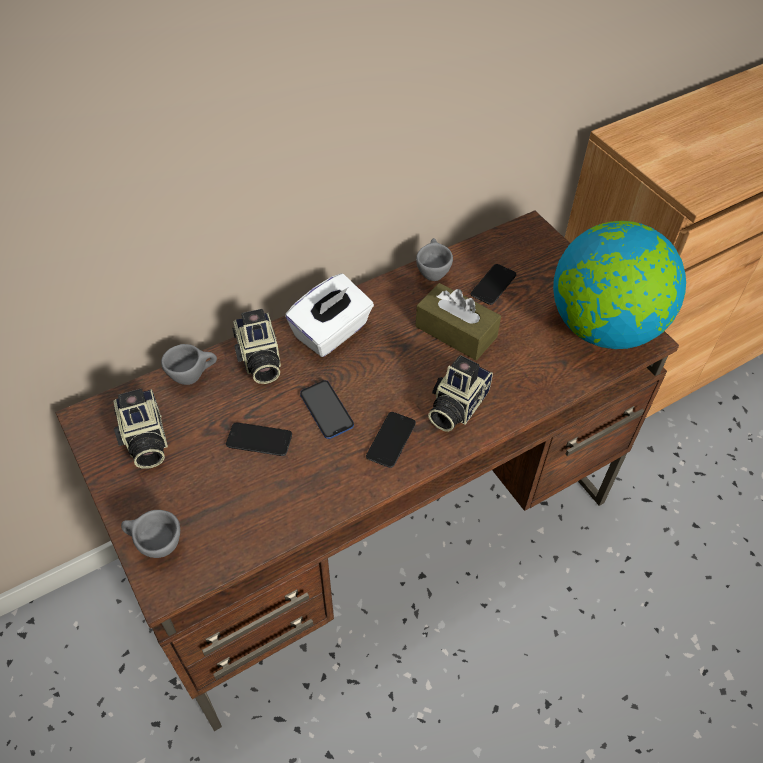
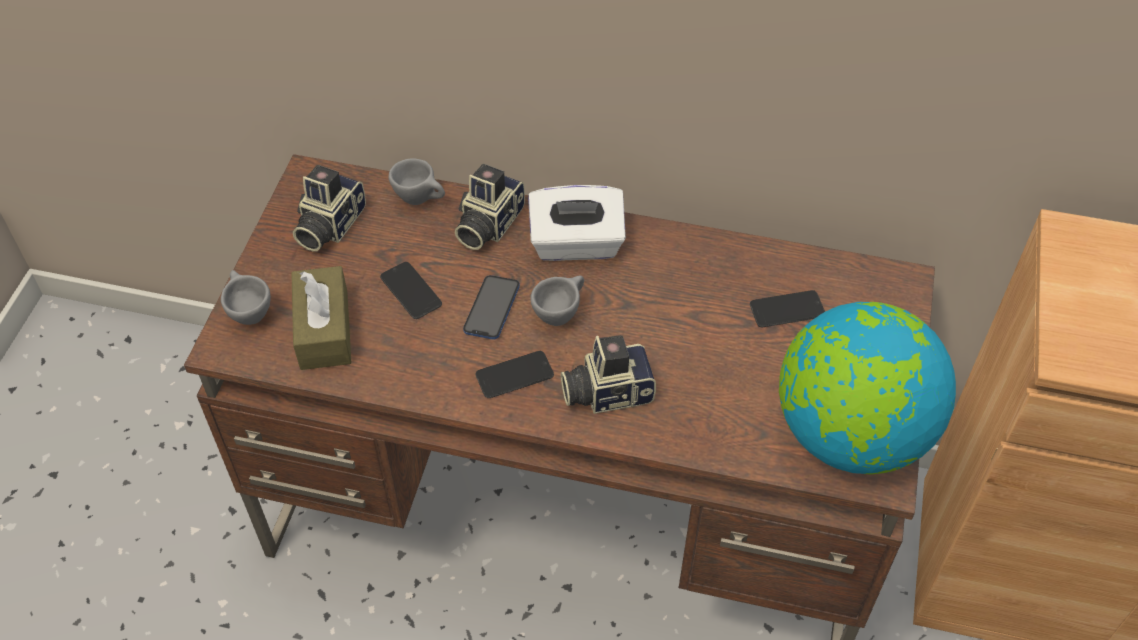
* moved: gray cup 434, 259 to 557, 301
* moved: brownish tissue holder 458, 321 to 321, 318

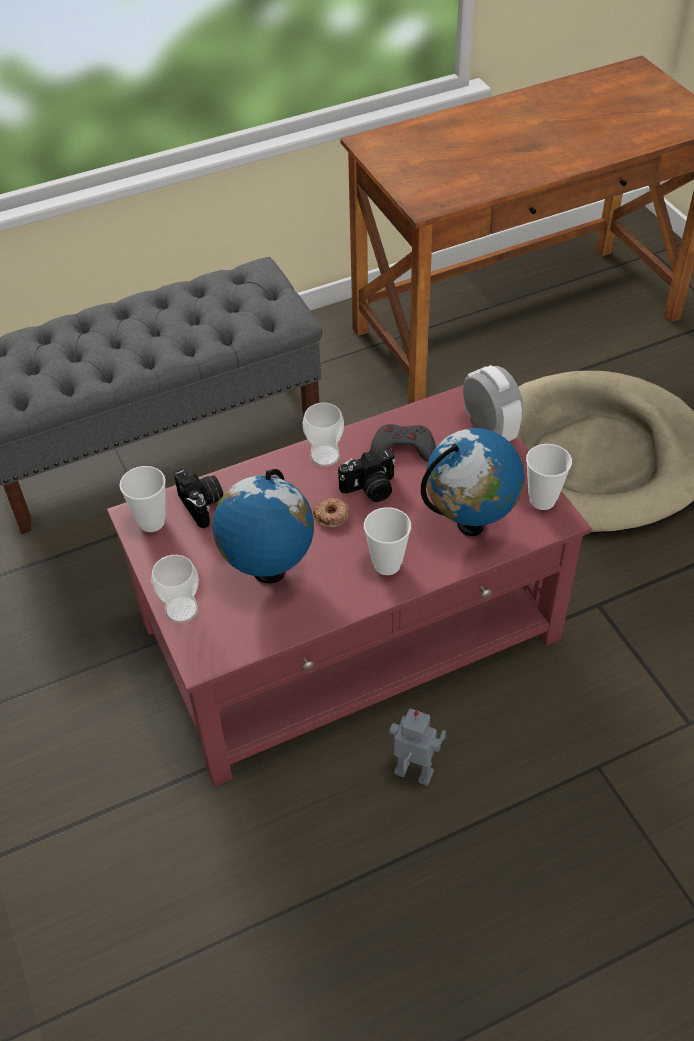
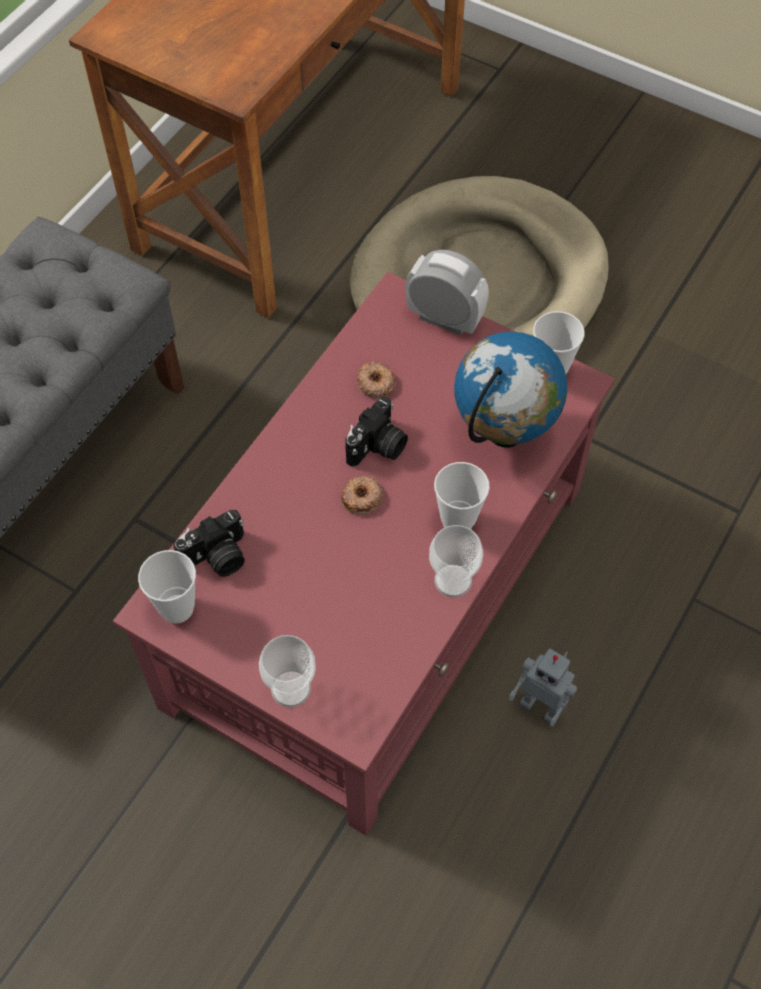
* moved: cup 323, 435 to 456, 561
* replaced: gray gamepad 403, 443 to doughnut 376, 379
* turned: still camera 199, 498 = 209, 543 120 degrees clockwise
* removed: globe 263, 526
* turned: toy robot 418, 747 = 543, 688 135 degrees counterclockwise

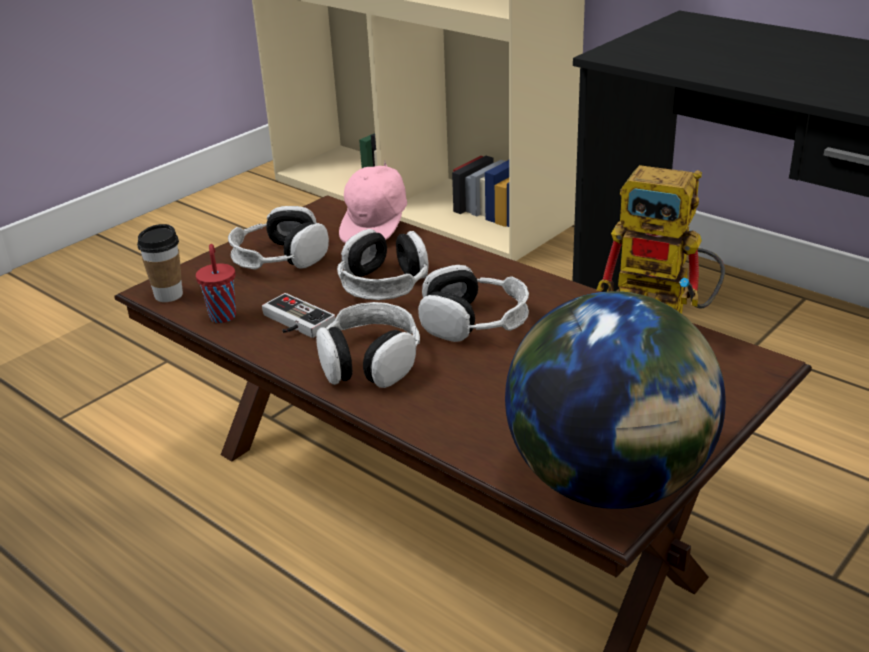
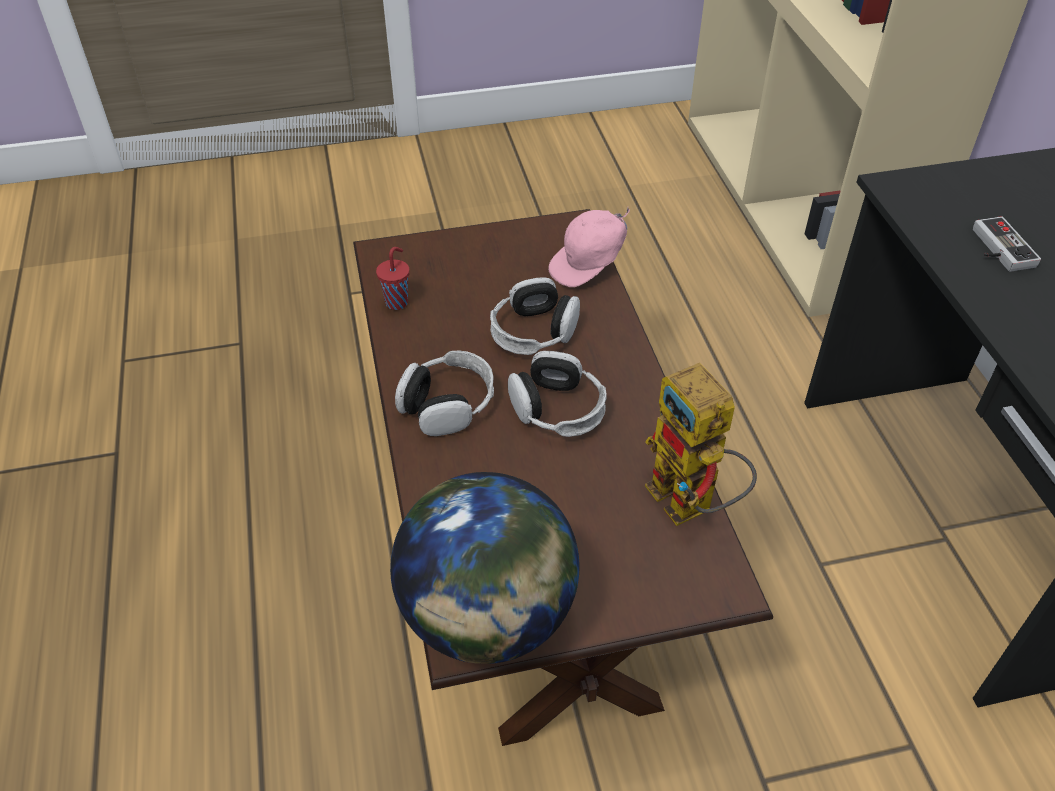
* removed: headphones 278, 238
* removed: cup 160, 263
* moved: gamepad 298, 315 to 1007, 244

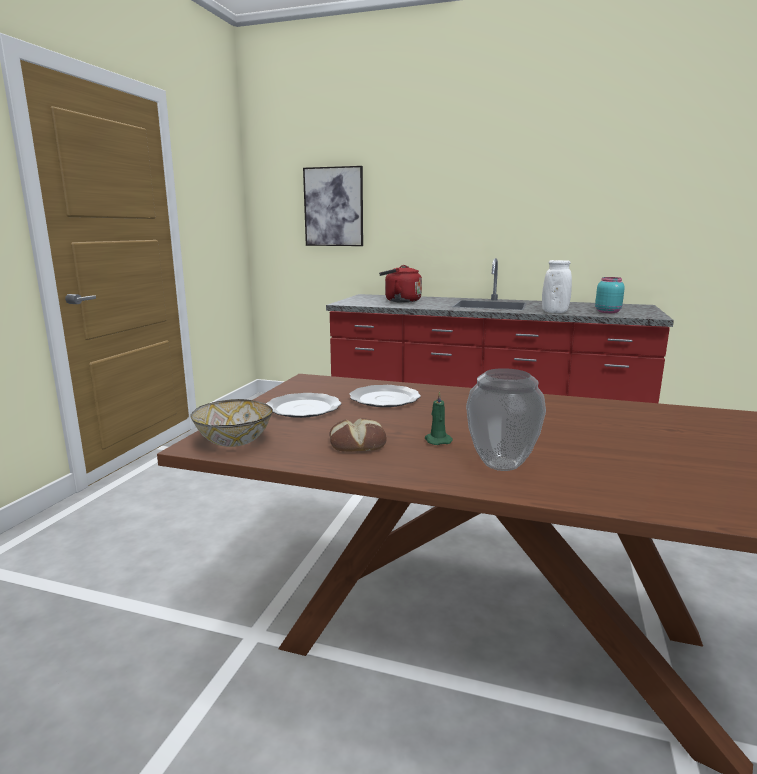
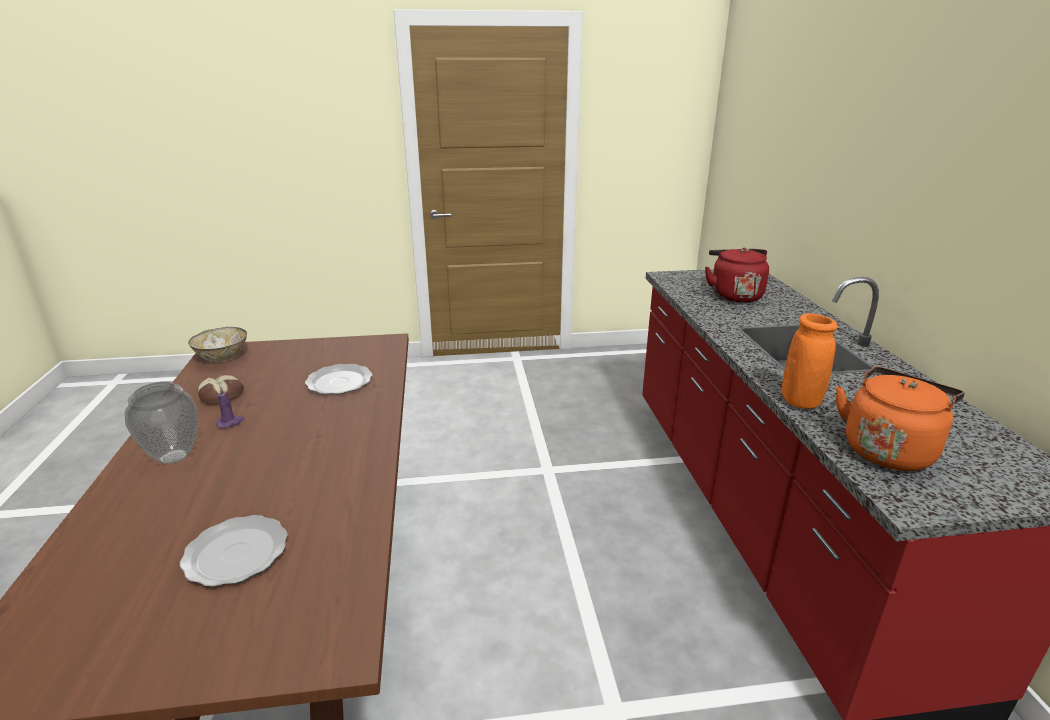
* removed: wall picture 333, 206
* recoloured: white decorative vase 557, 286 to orange decorative vase 810, 361
* replaced: turquoise jar 610, 295 to orange tea kettle 900, 418
* recoloured: greenish wax light 439, 418 to purplish wax light 230, 406
* moved: plate 303, 405 to 234, 551

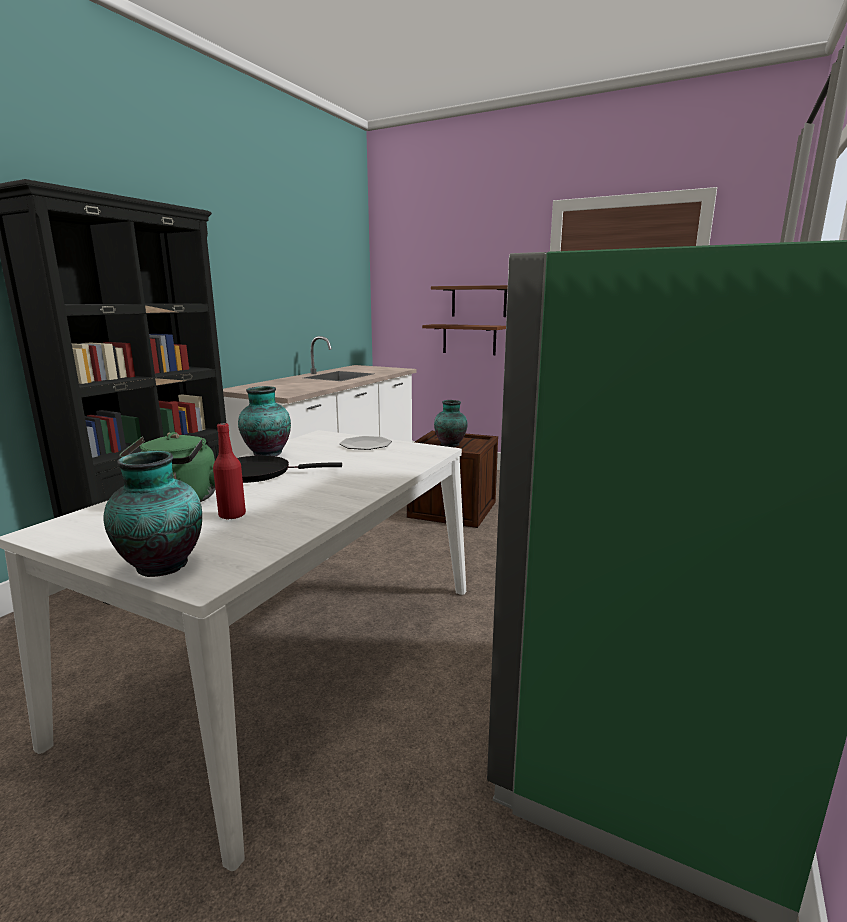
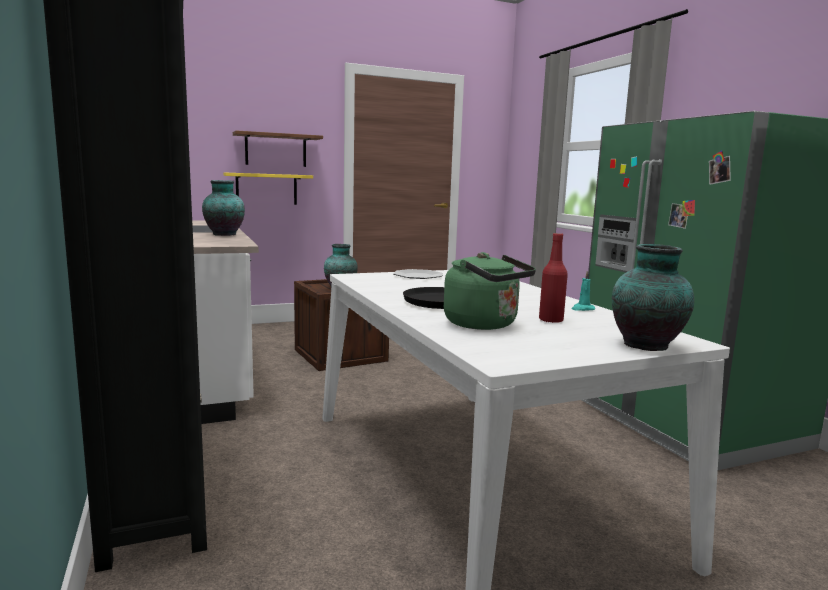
* recoloured: brownish bracket shelf 464, 339 to yellow bracket shelf 268, 188
* moved: decorative vase 264, 421 to 223, 208
* added: turquoise wax light 583, 291

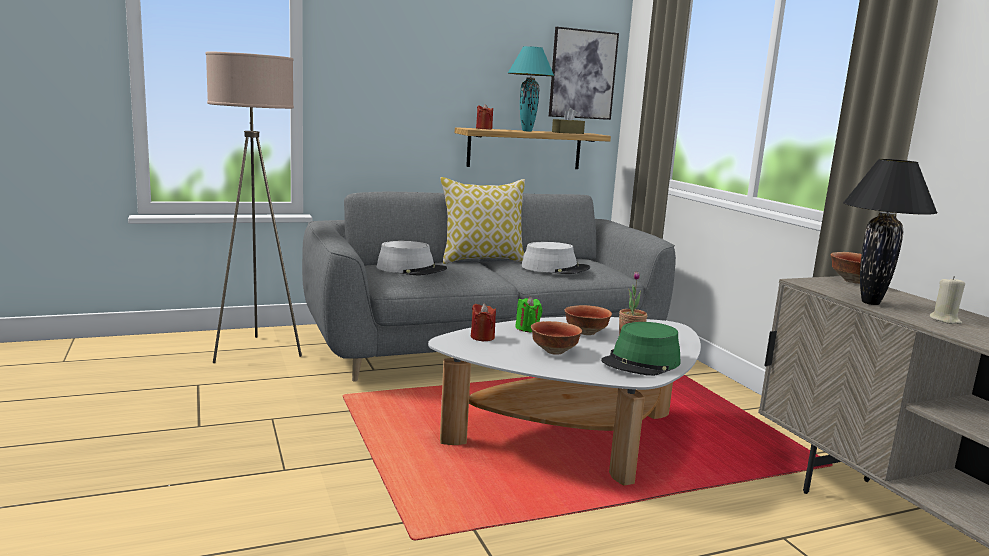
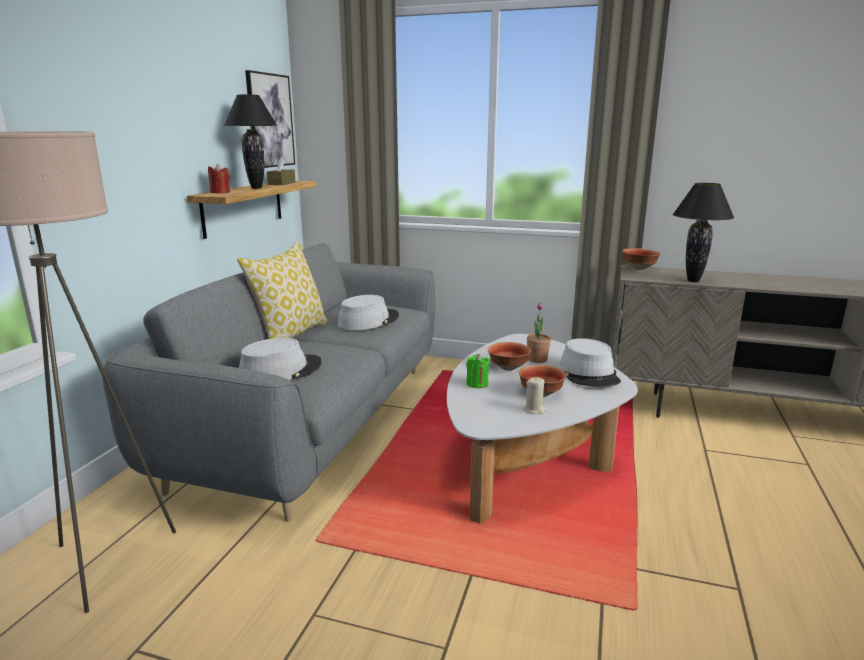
* recoloured: turquoise table lamp 531, 89 to blackish table lamp 250, 141
* moved: beige-coloured wax light 947, 300 to 534, 395
* removed: red wax light 483, 322
* recoloured: greenish hat 641, 349 to gray hat 590, 362

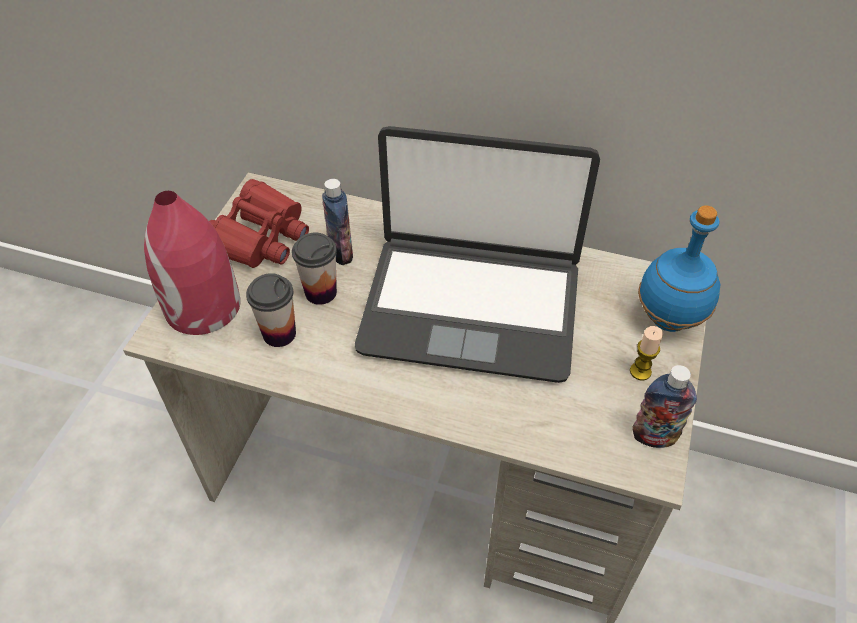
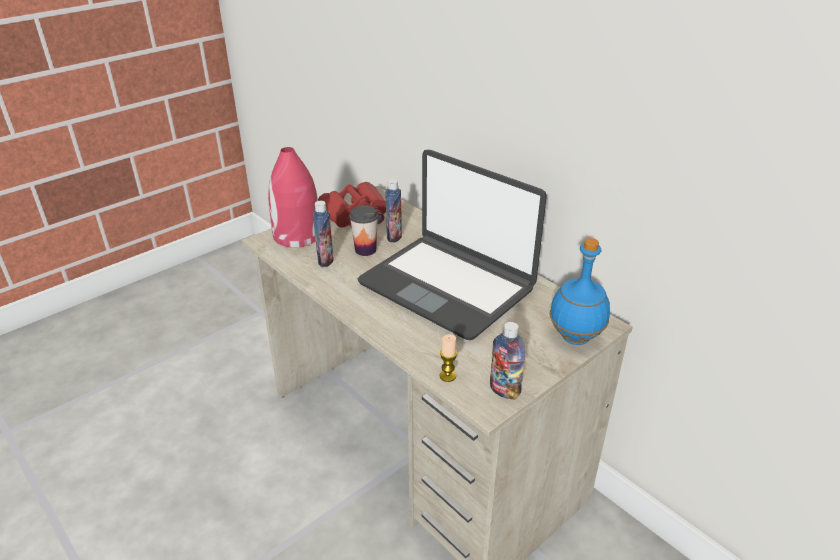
* replaced: cup 271, 310 to beverage bottle 323, 234
* moved: wax light 646, 353 to 448, 358

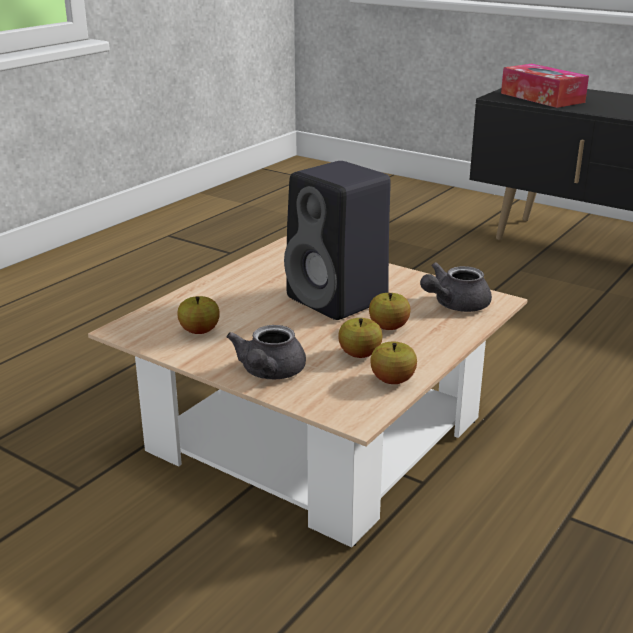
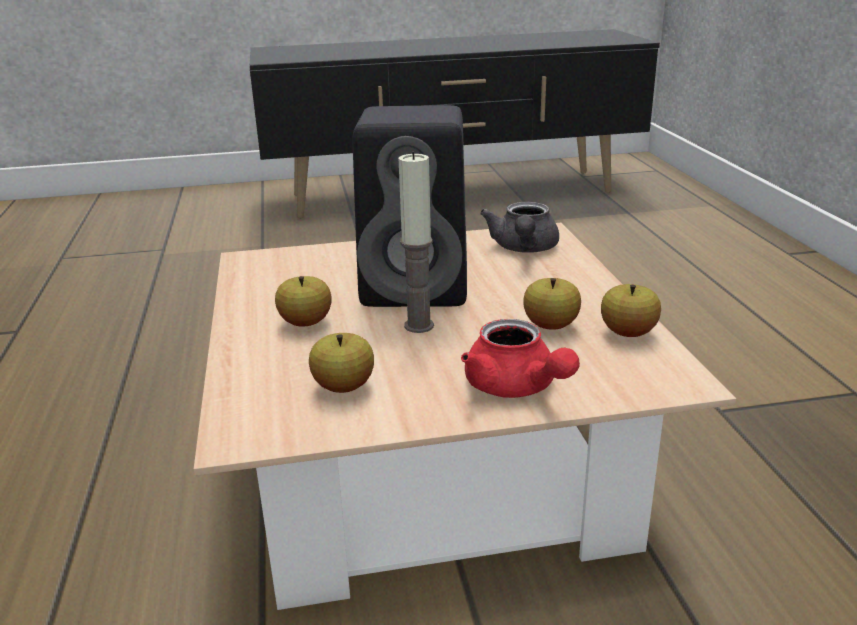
* removed: tissue holder 545, 86
* moved: whole apple 390, 311 to 303, 301
* recoloured: gray teapot 266, 352 to red teapot 520, 358
* added: wax light 416, 242

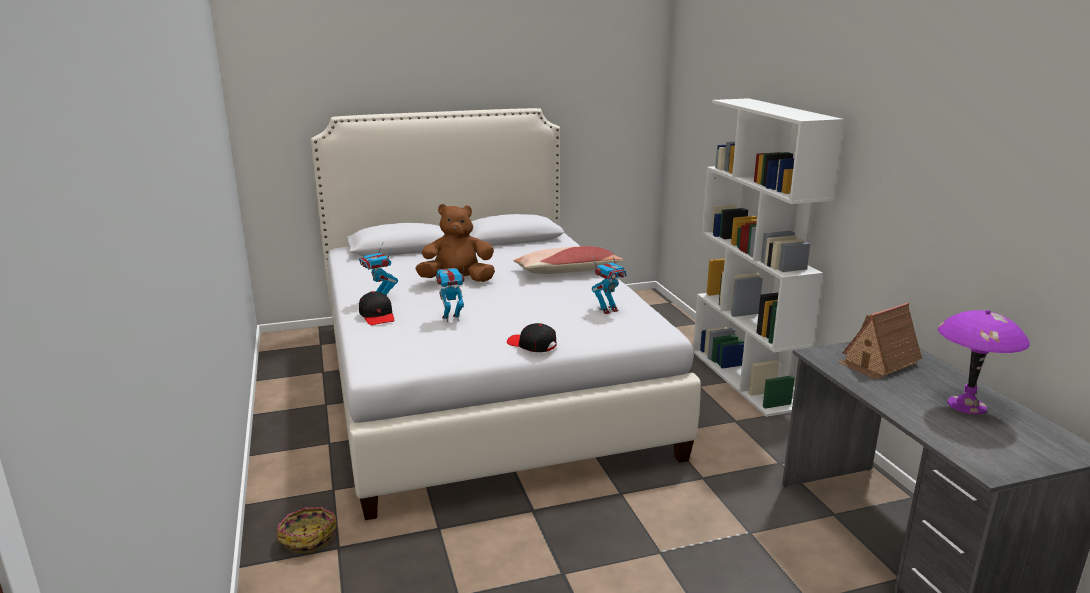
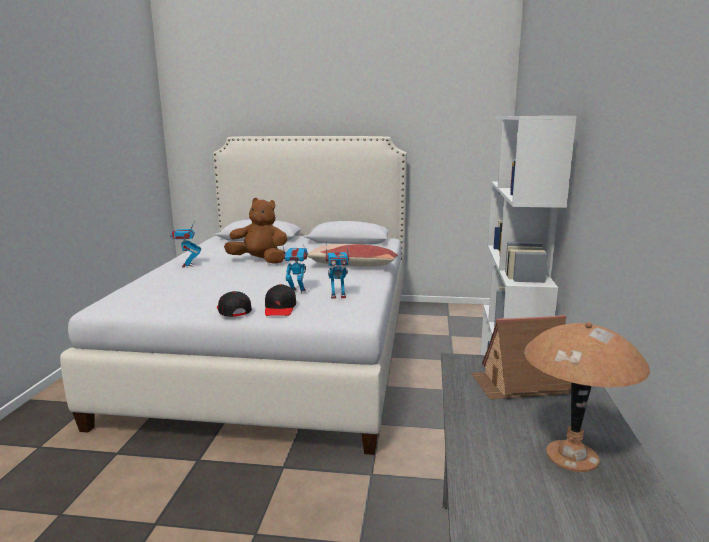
* moved: toy robot 450, 294 to 295, 268
* moved: blackish cap 376, 308 to 280, 300
* recoloured: purplish table lamp 984, 362 to brownish table lamp 587, 397
* removed: basket 306, 530

